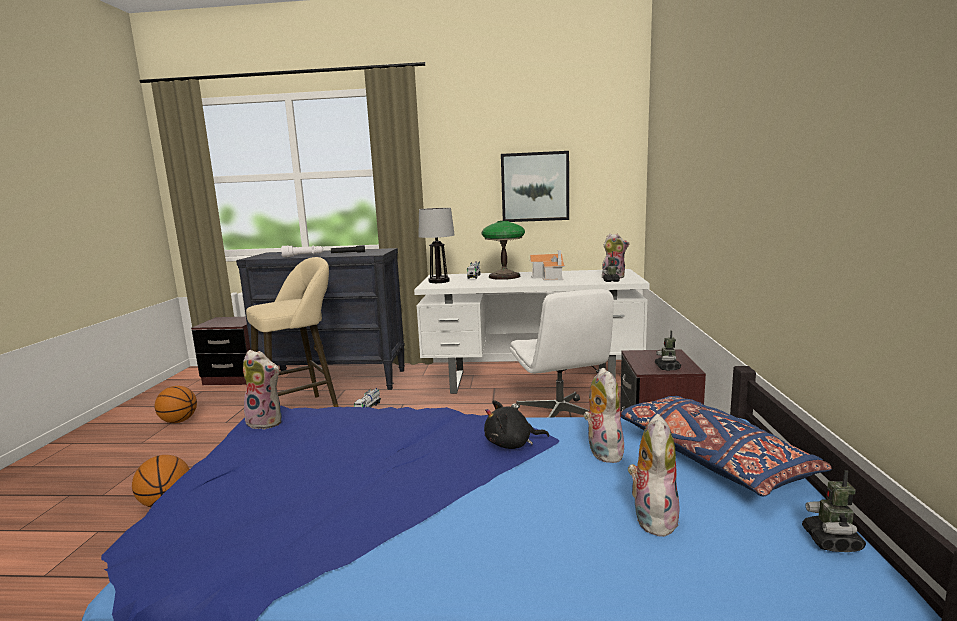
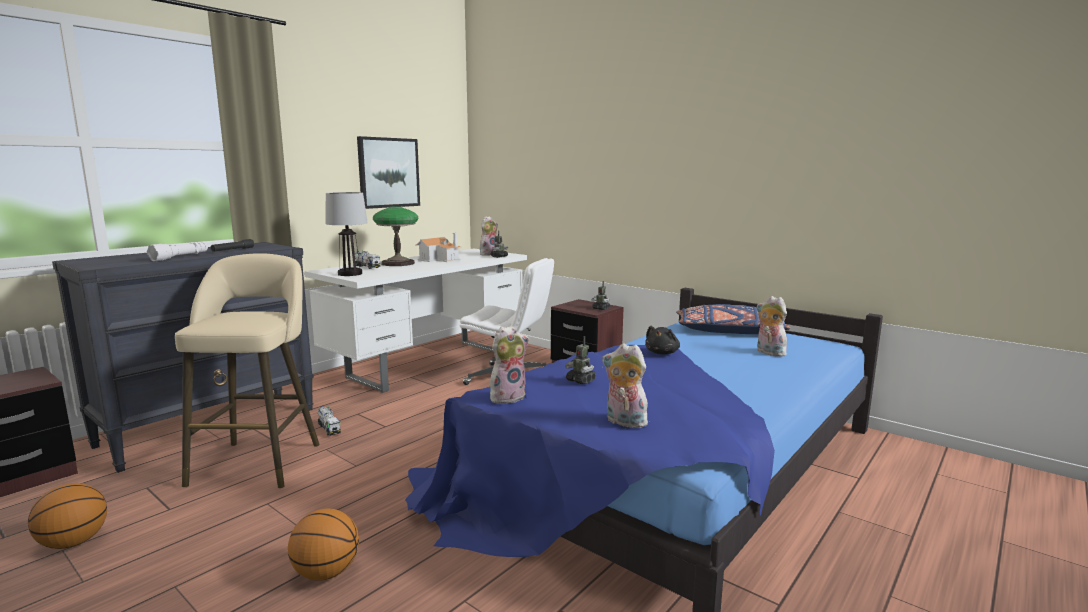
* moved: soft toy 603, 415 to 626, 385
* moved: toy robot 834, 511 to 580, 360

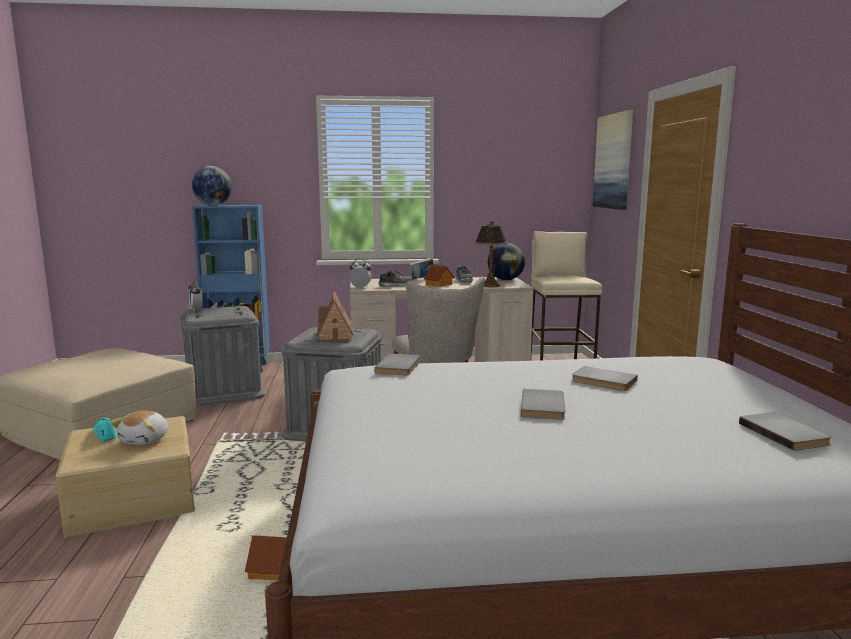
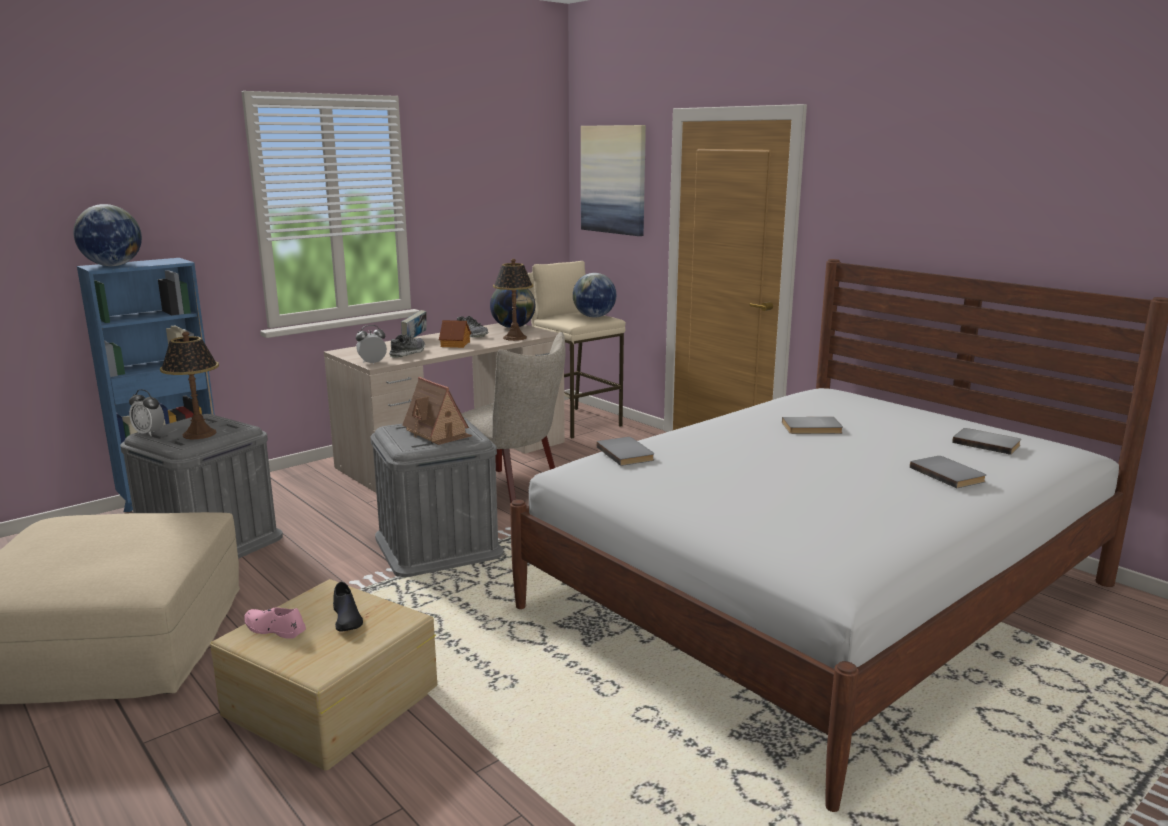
* moved: gray volume 543, 404 to 948, 472
* replaced: soft toy 139, 428 to blackish low shoe 348, 607
* recoloured: turquoise low shoe 104, 430 to pink low shoe 275, 623
* removed: model house 266, 558
* added: globe 594, 295
* added: table lamp 189, 385

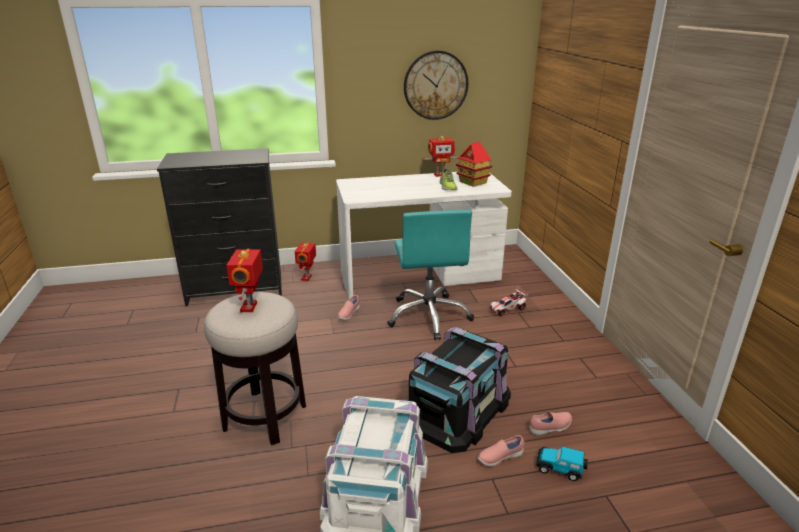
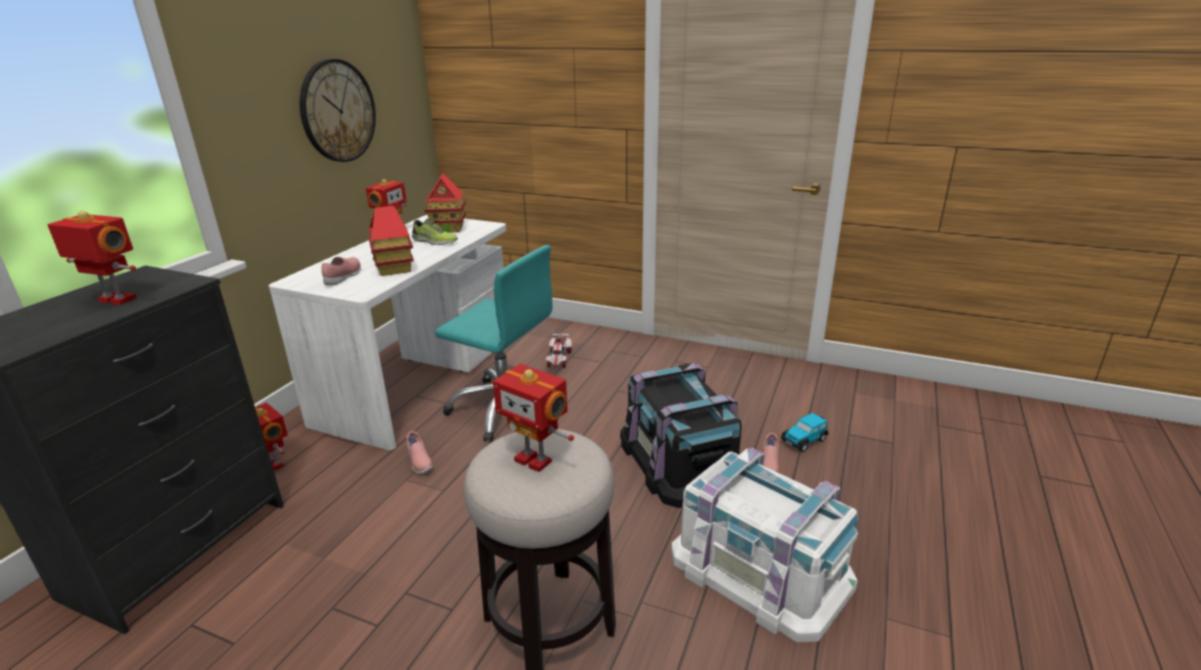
* moved: pink low shoe 550, 423 to 341, 271
* added: model house 391, 241
* added: toy robot 92, 258

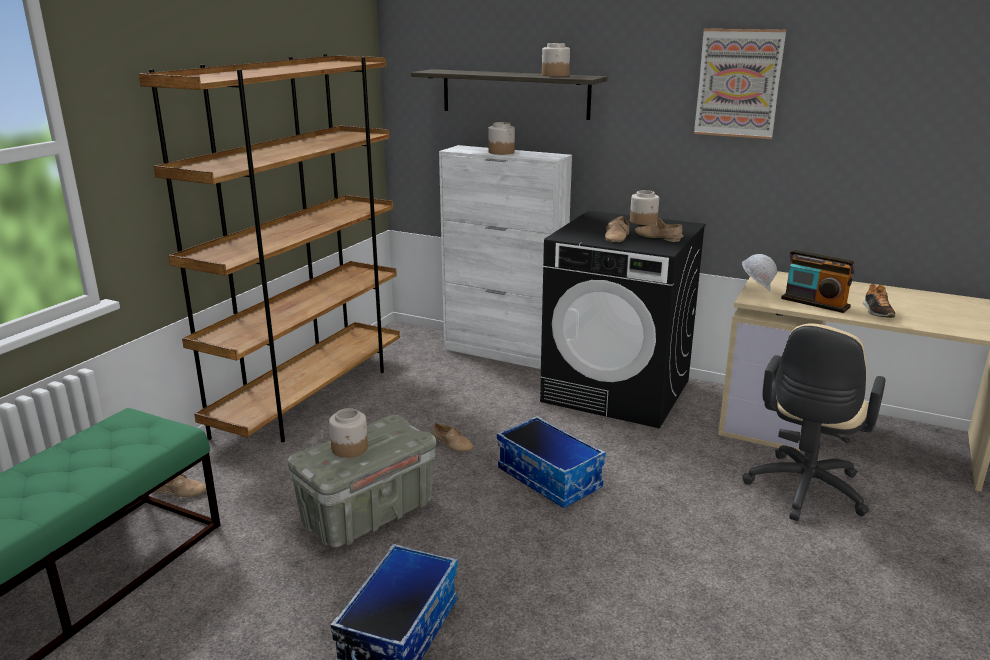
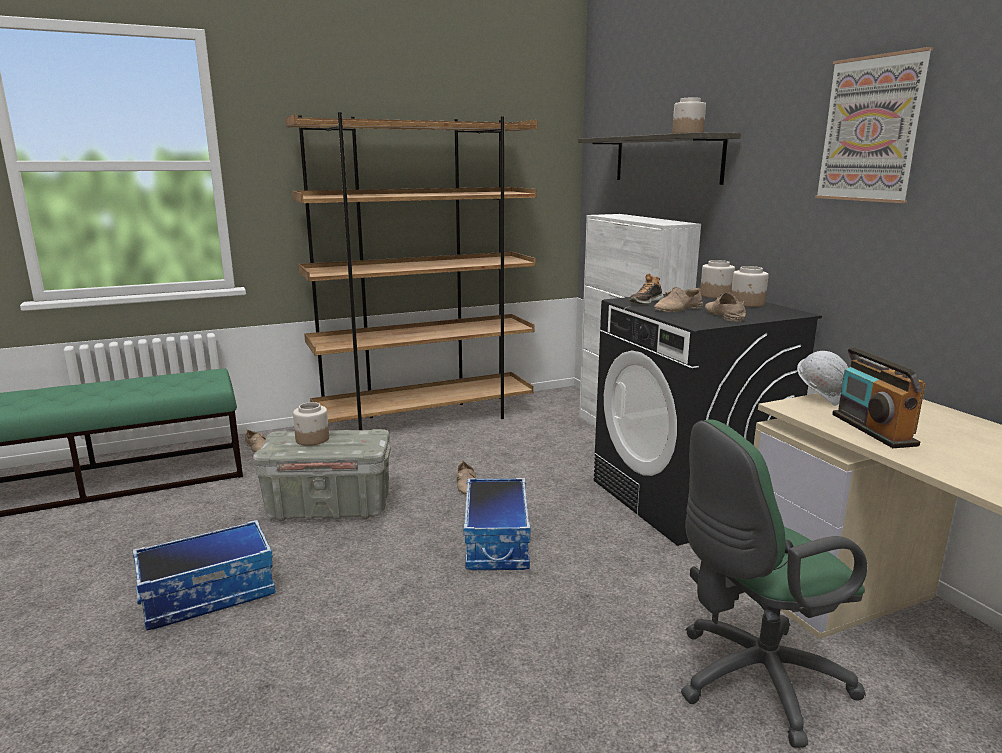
* moved: jar 501, 138 to 717, 279
* moved: low shoe 879, 301 to 646, 289
* recoloured: beige-coloured computer chair 814, 422 to greenish computer chair 774, 584

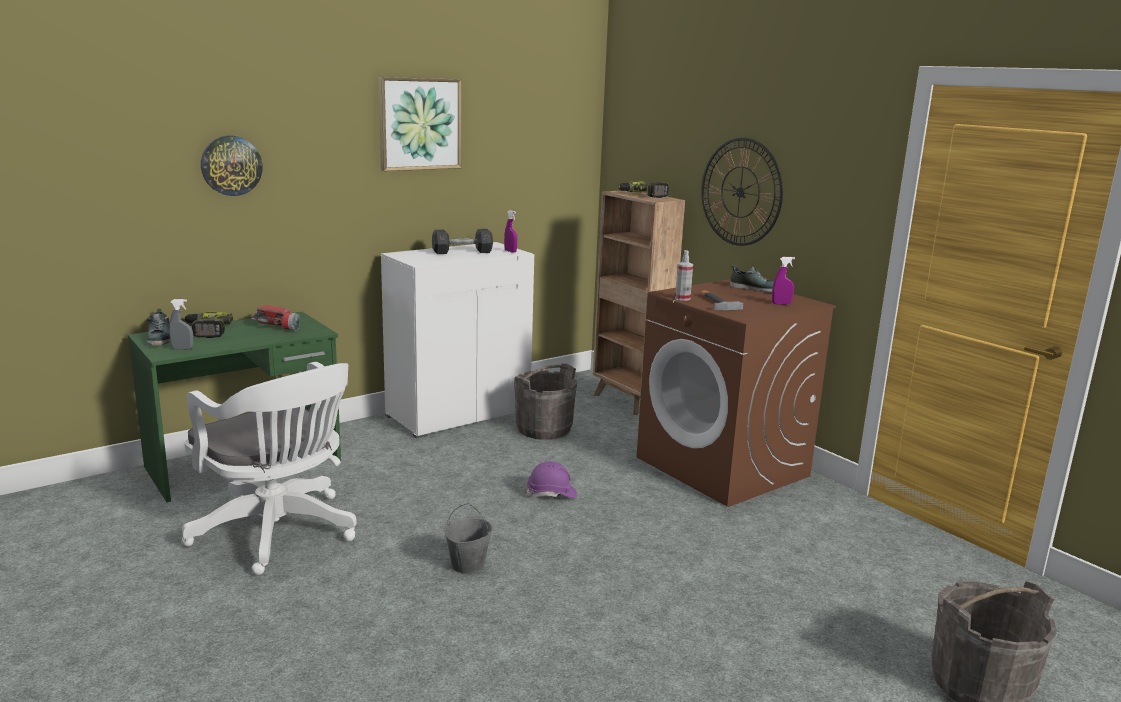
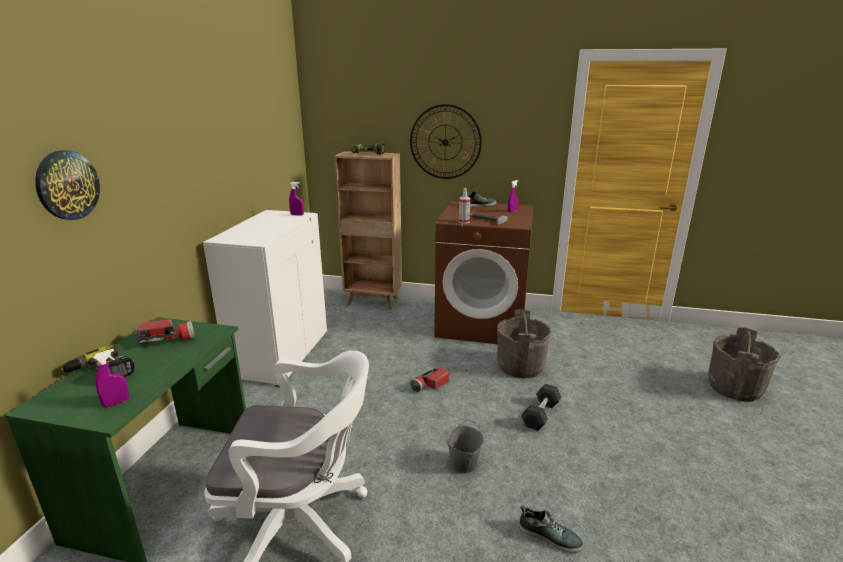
* removed: wall picture 420, 124
* moved: gray dumbbell 462, 241 to 541, 407
* recoloured: gray hand sprayer 181, 324 to purplish hand sprayer 111, 378
* moved: low shoe 159, 327 to 551, 529
* moved: gray pail 545, 402 to 524, 343
* replaced: purplish safety helmet 551, 479 to flashlight 429, 380

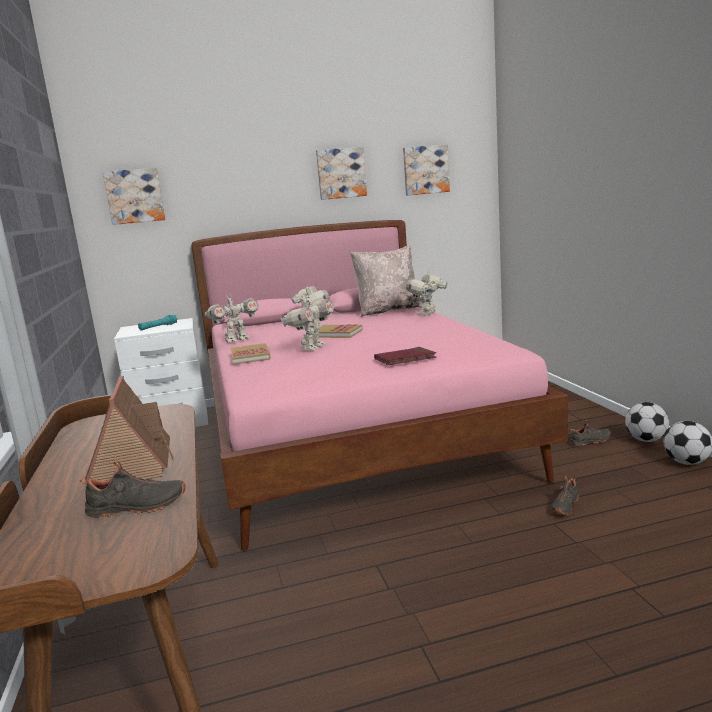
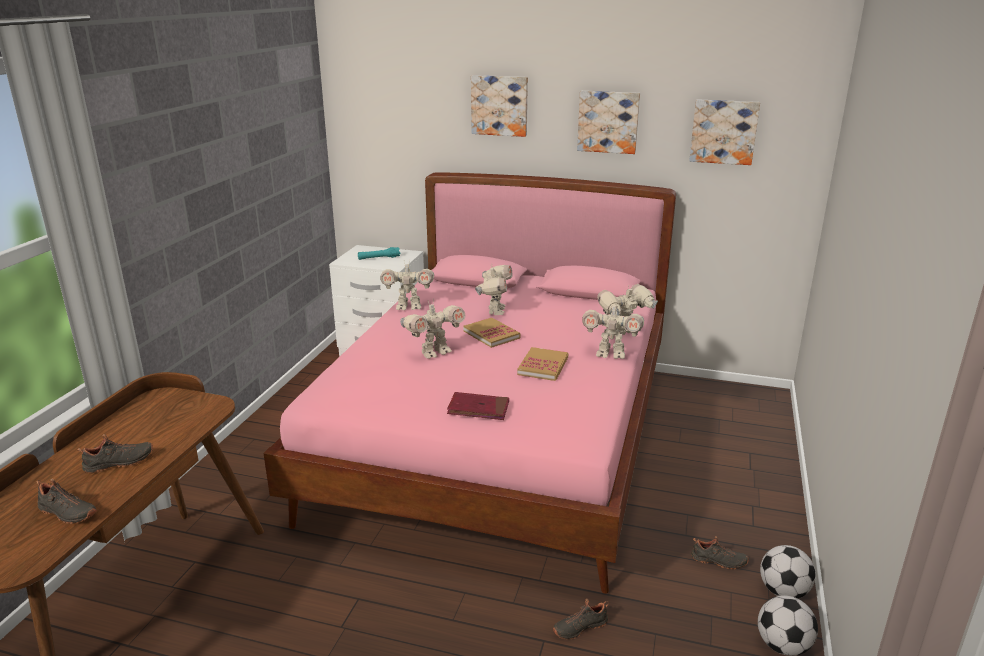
* moved: wall picture 134, 196 to 499, 106
* removed: beige-coloured cushion 386, 281
* moved: volume 251, 354 to 542, 364
* replaced: model house 129, 429 to blackish low shoe 115, 453
* added: toy robot 613, 330

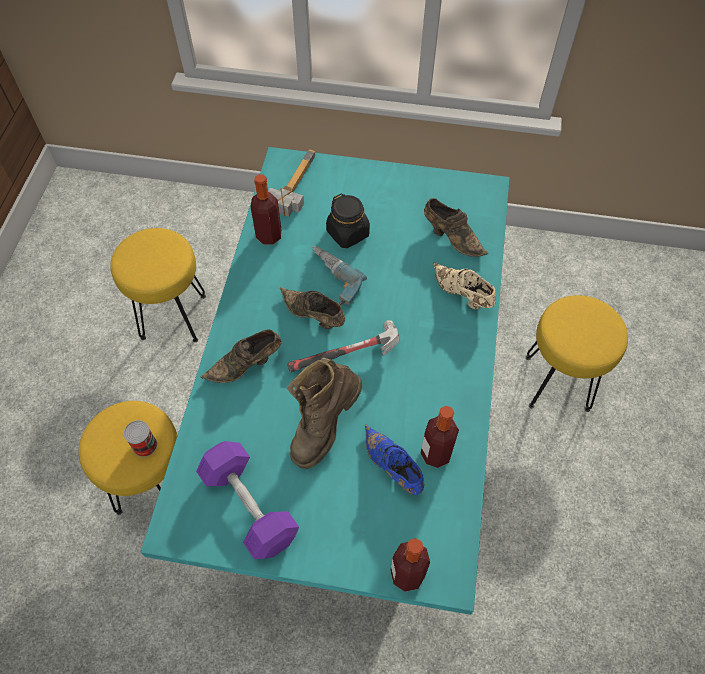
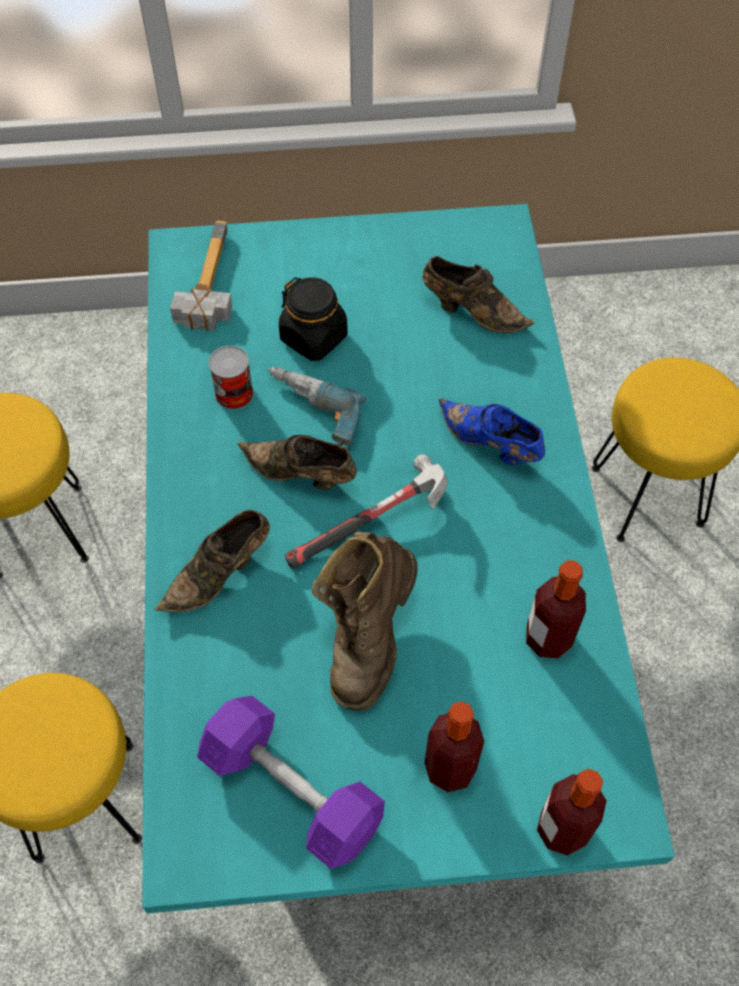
* moved: beverage bottle 266, 209 to 454, 746
* removed: beige-coloured low shoe 464, 285
* moved: can 140, 438 to 231, 378
* moved: bluish low shoe 394, 460 to 491, 431

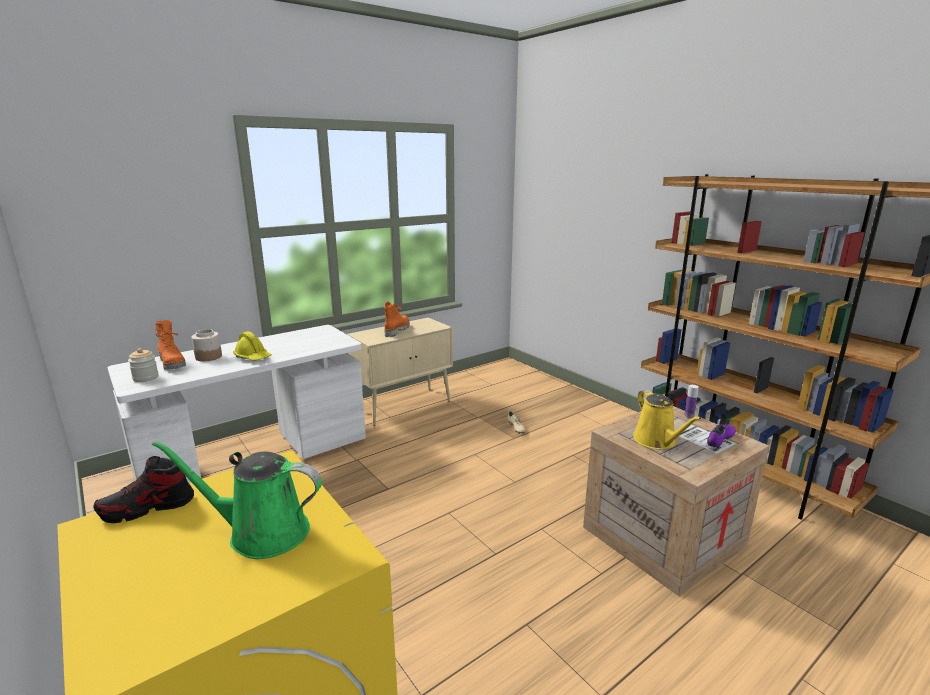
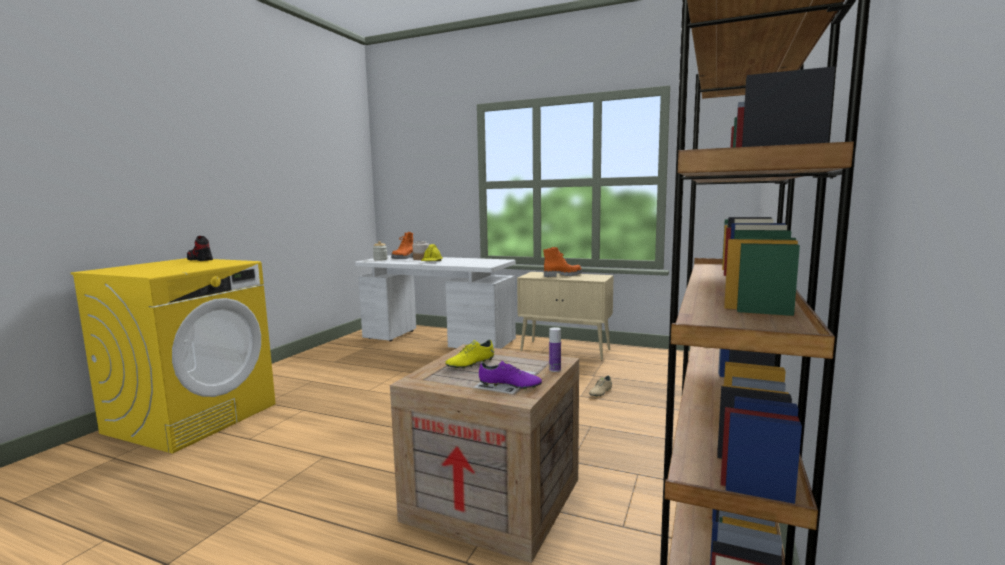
* replaced: yellow watering can 667, 419 to yellow low shoe 470, 354
* removed: greenish watering can 237, 499

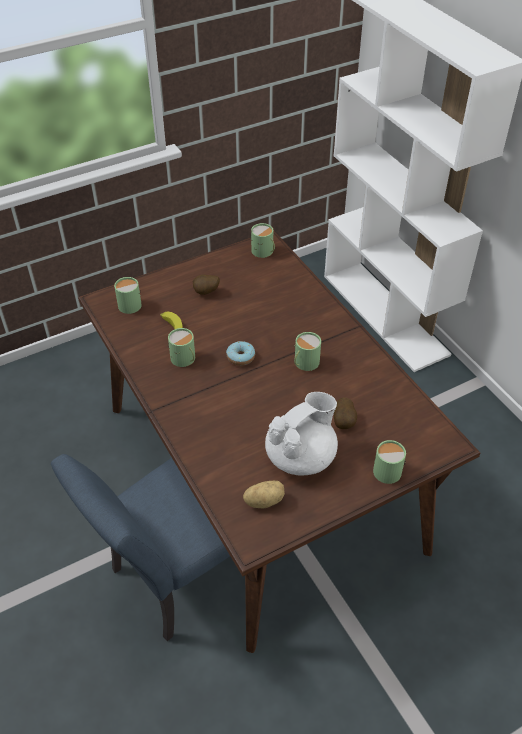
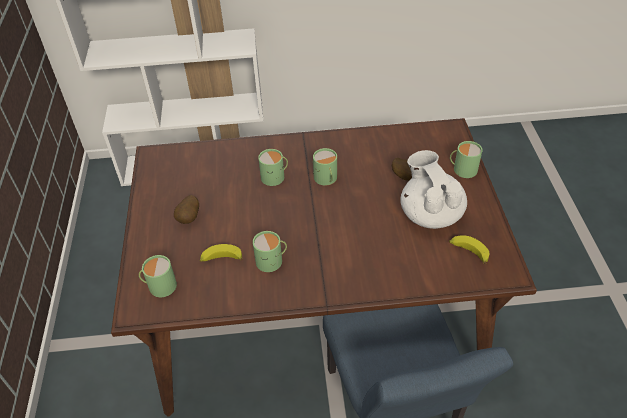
* moved: greenish coffee mug 263, 240 to 273, 167
* removed: doughnut 240, 353
* replaced: spud 264, 495 to banana 469, 249

